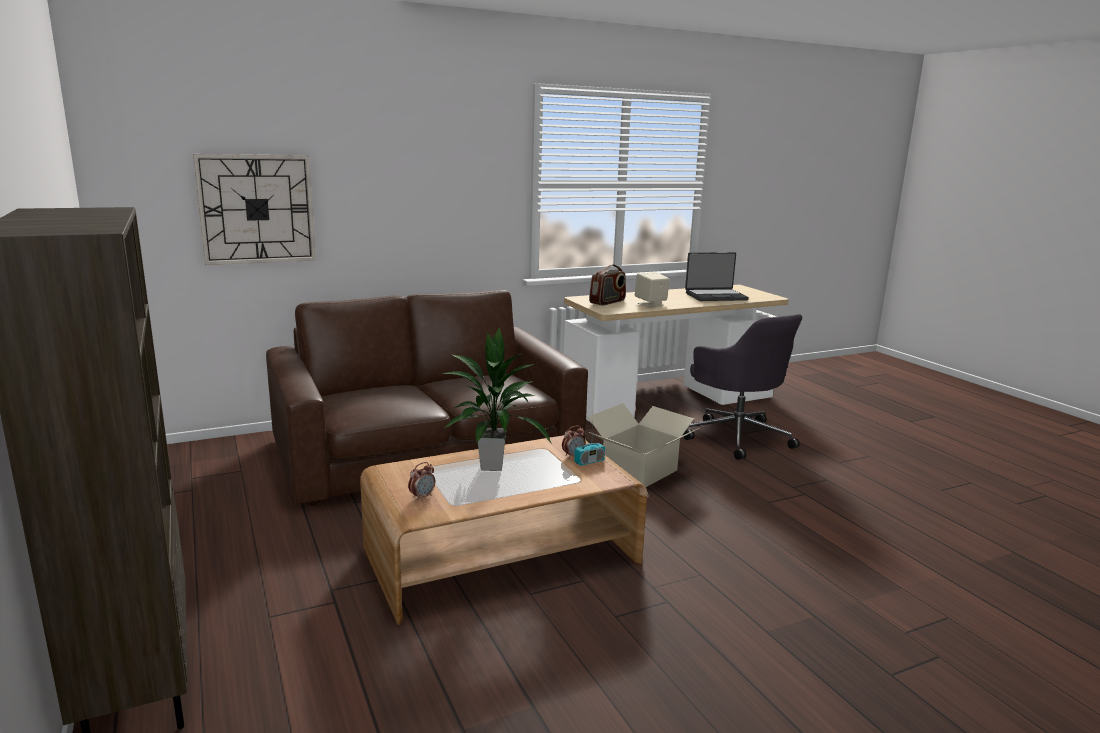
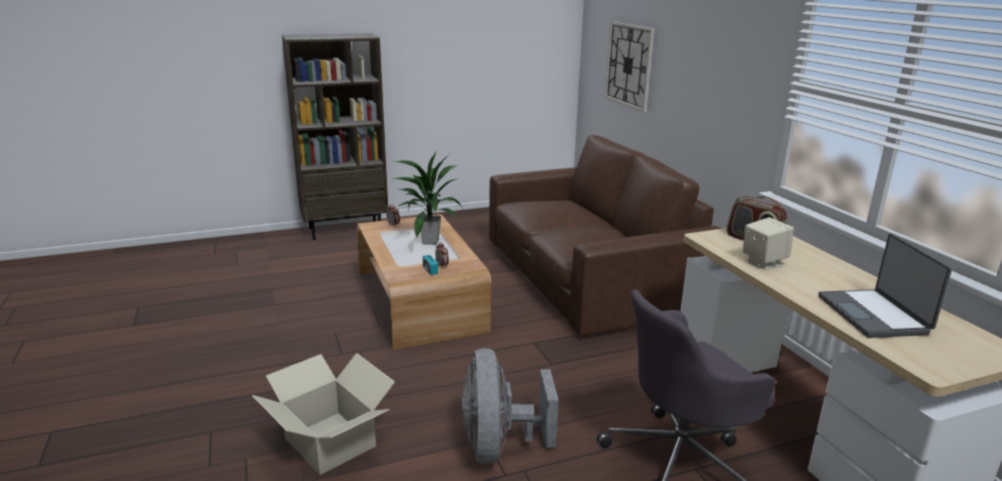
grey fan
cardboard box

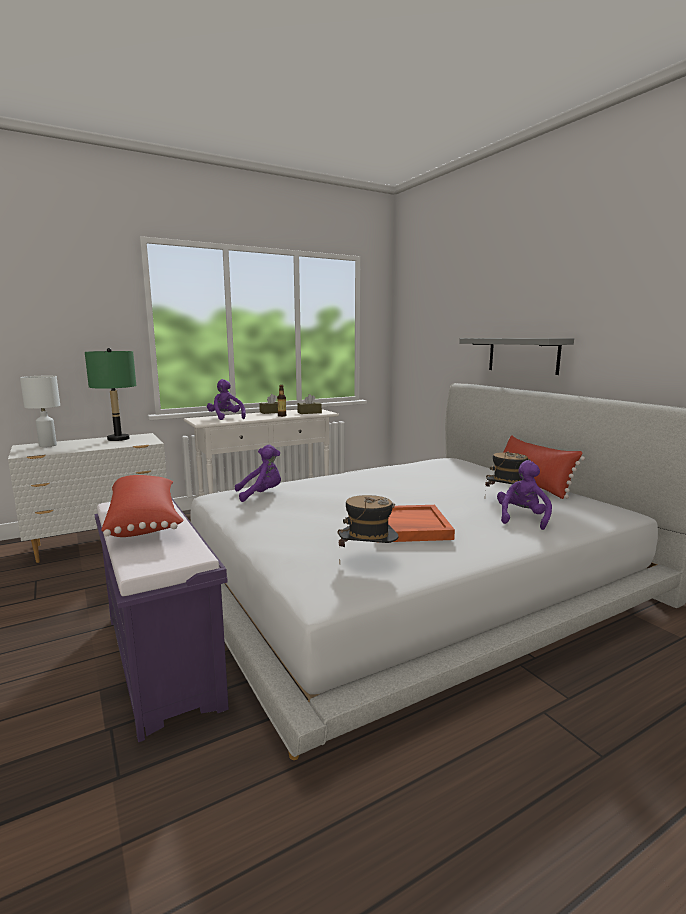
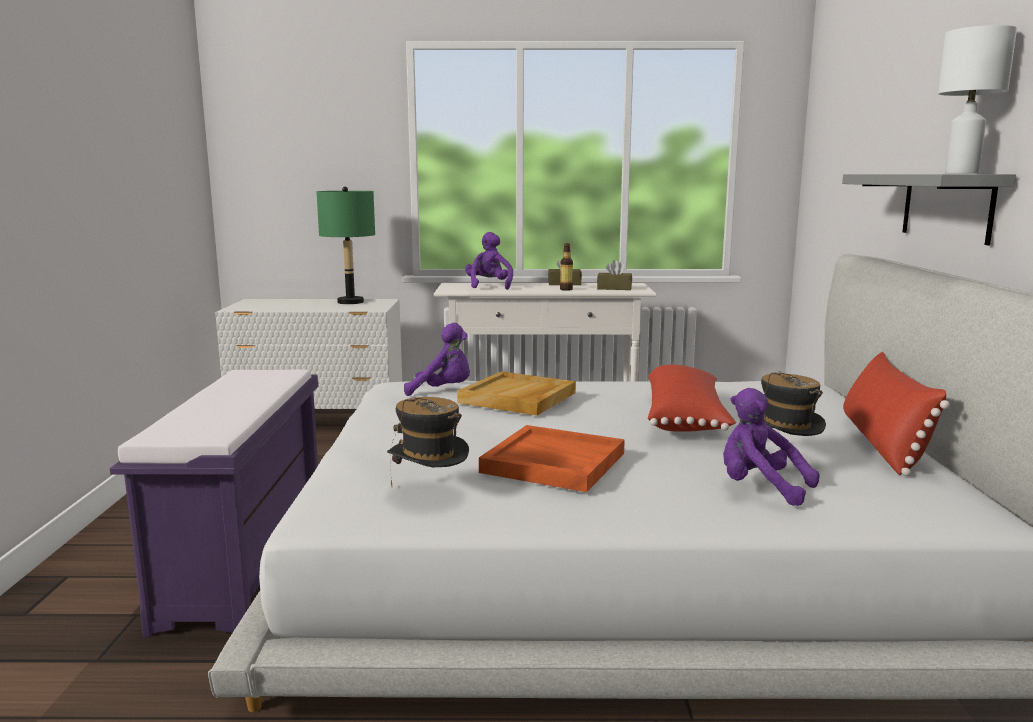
beige tray
white table lamp
red pillow (1st from left)
purple plush toy (3rd from left)

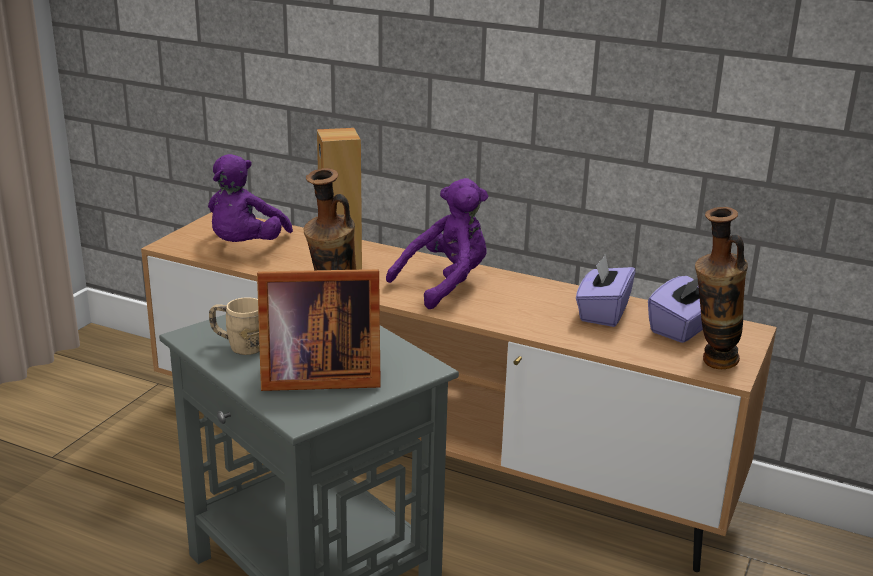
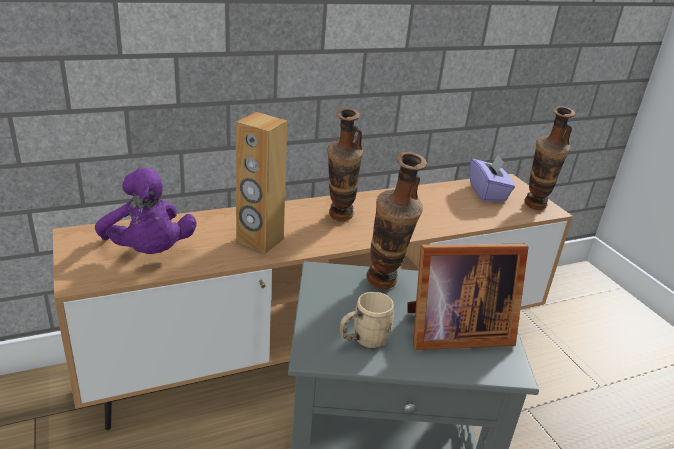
purple tissue box (1st from left in the first image)
vase (1st from left)
picture frame

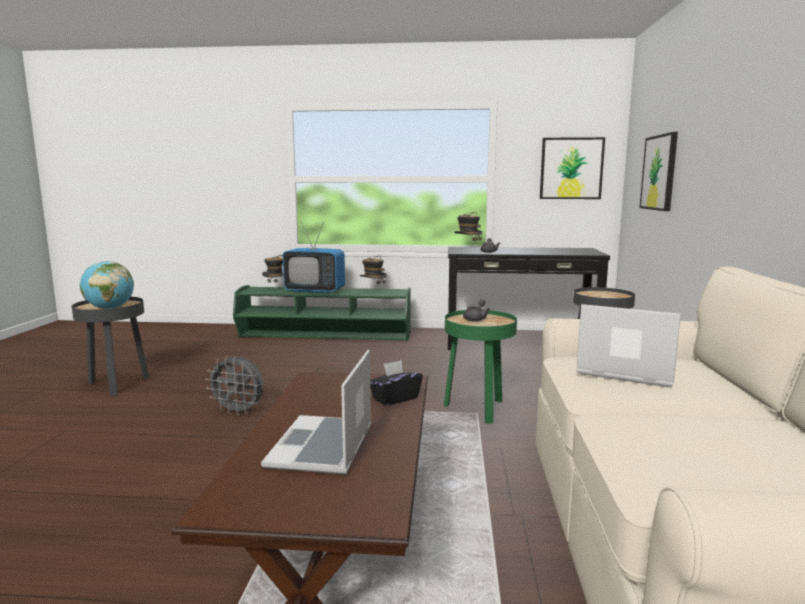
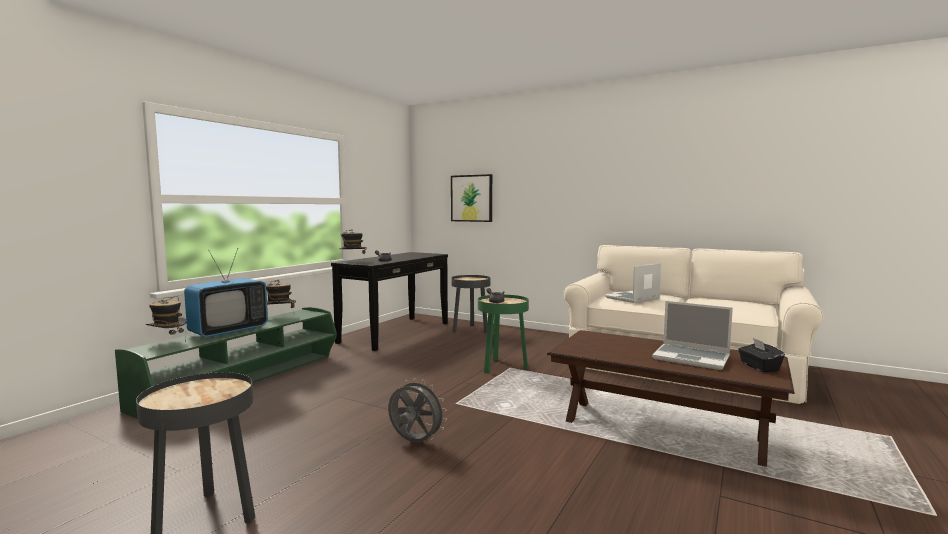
globe
picture (1st from left in the first image)
black tissue box
grey fan

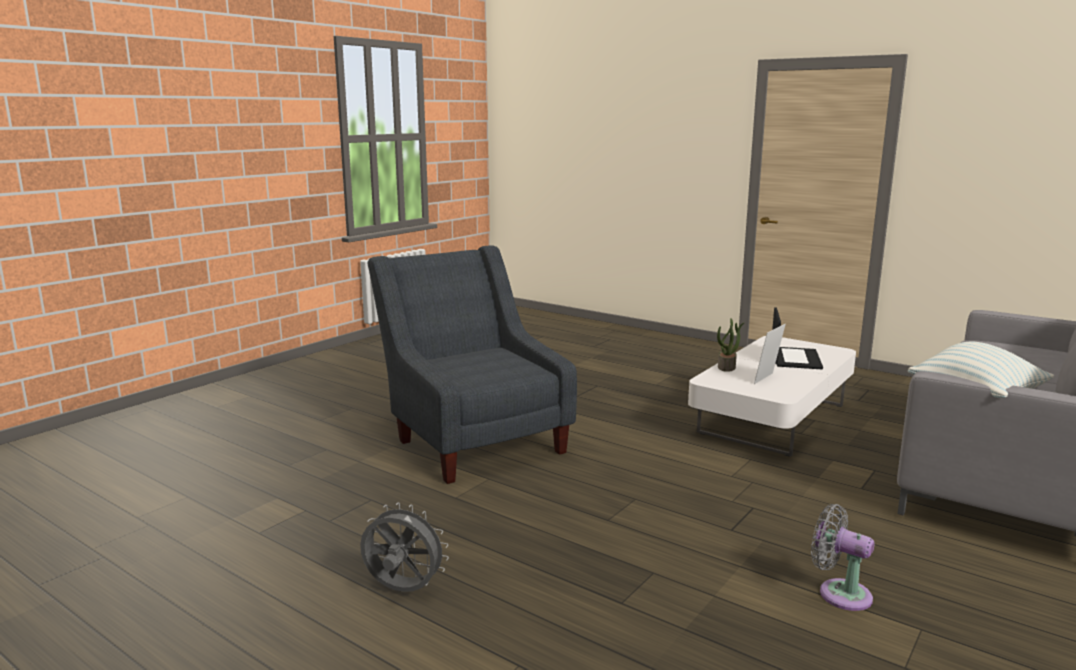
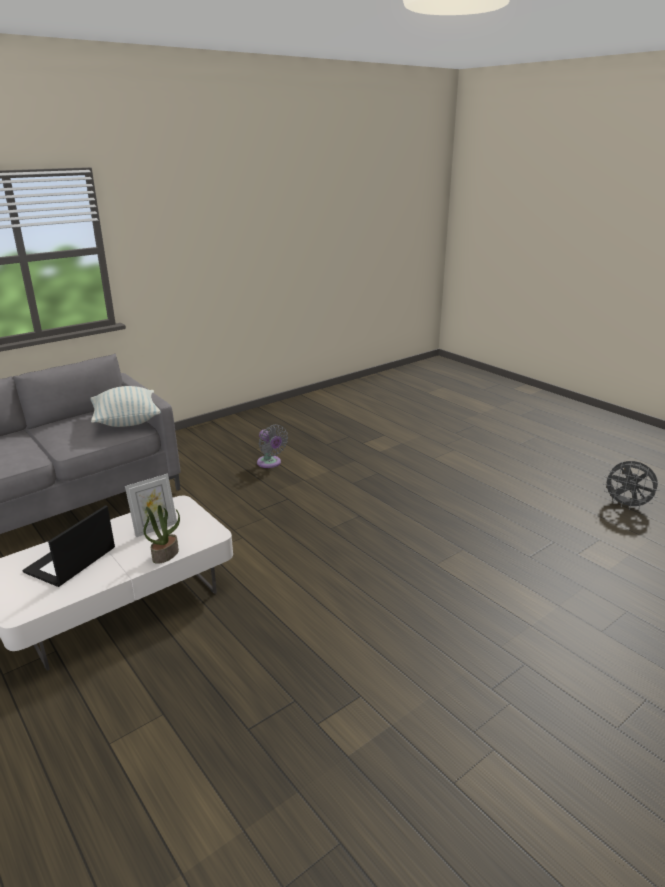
grey armchair
grey fan (2nd from left)

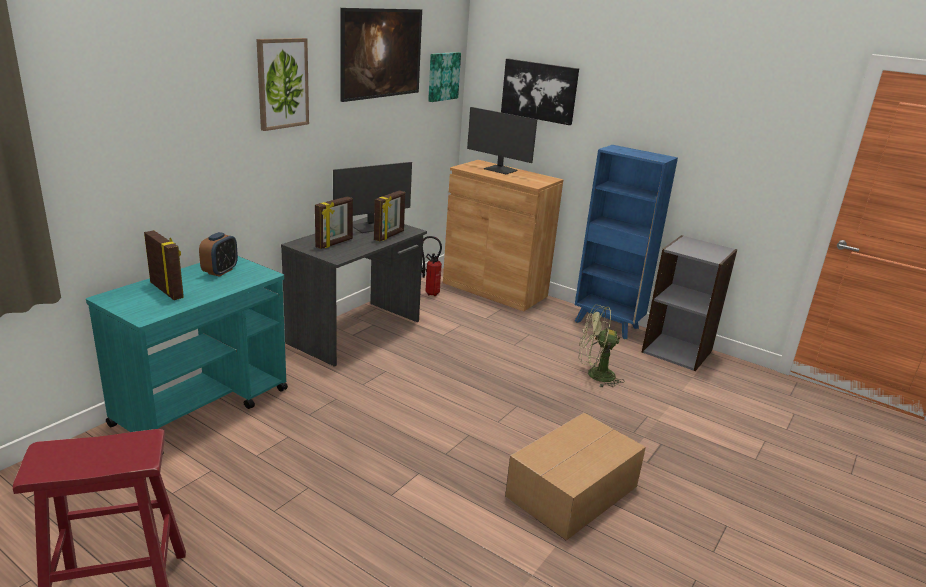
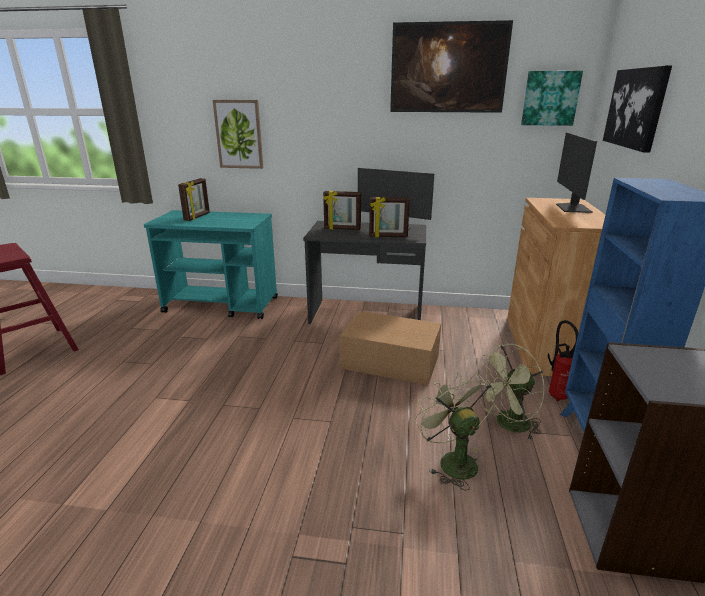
alarm clock
green fan (2nd from left)
picture (1st from left)
fire extinguisher
cardboard box

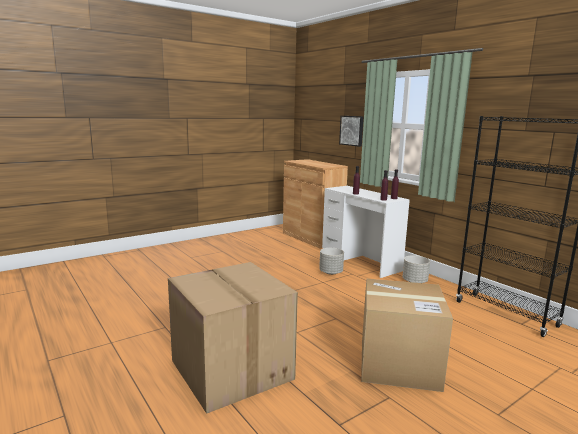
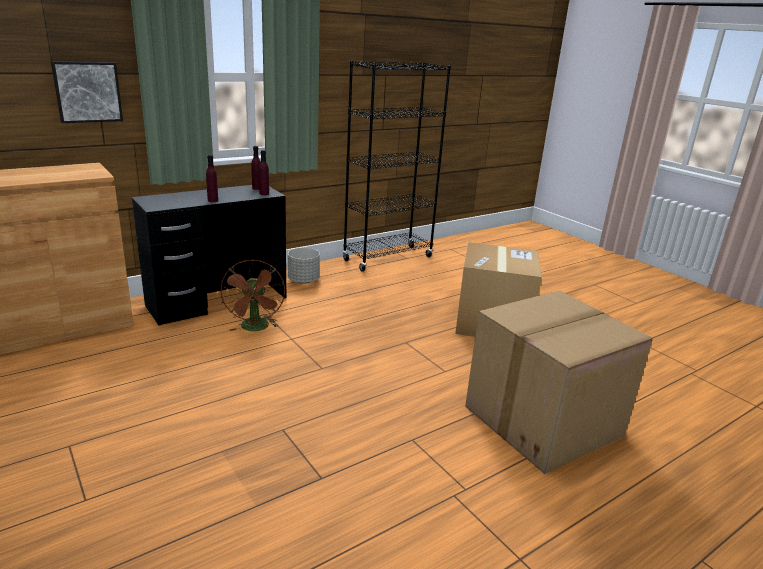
brown fan
black desk

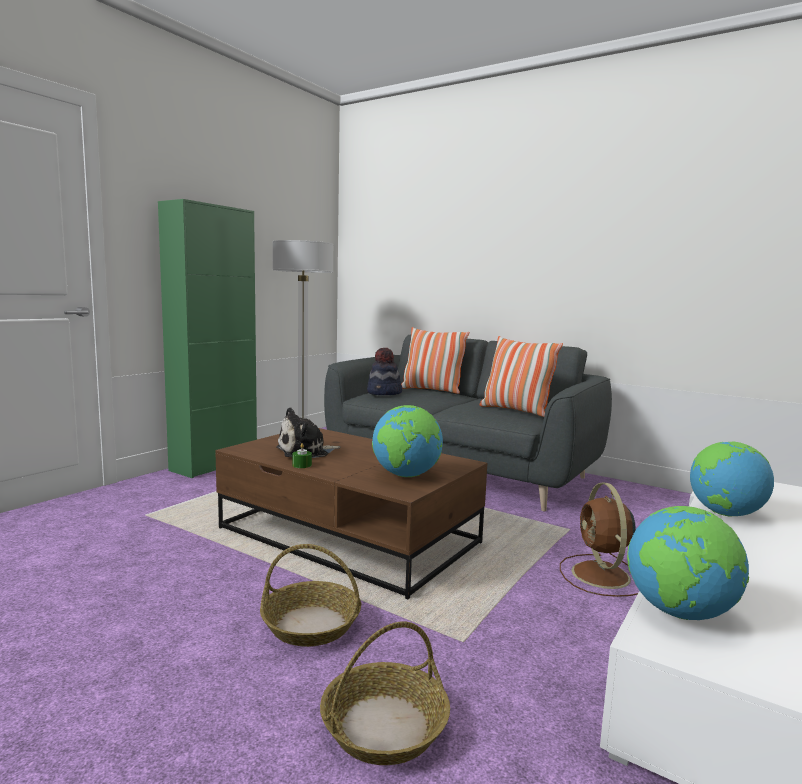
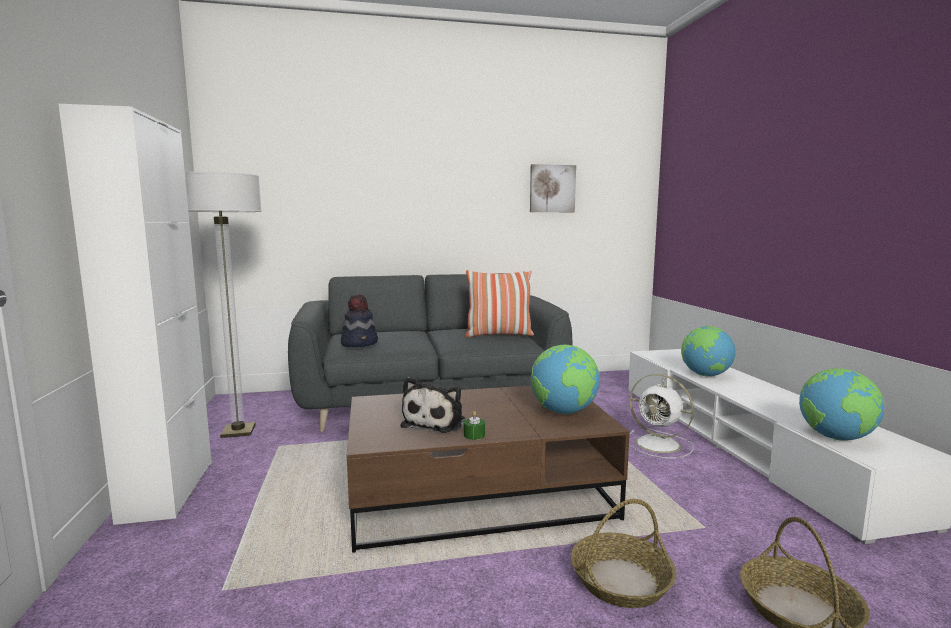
pillow (1st from left in the first image)
picture
white cabinet
white fan

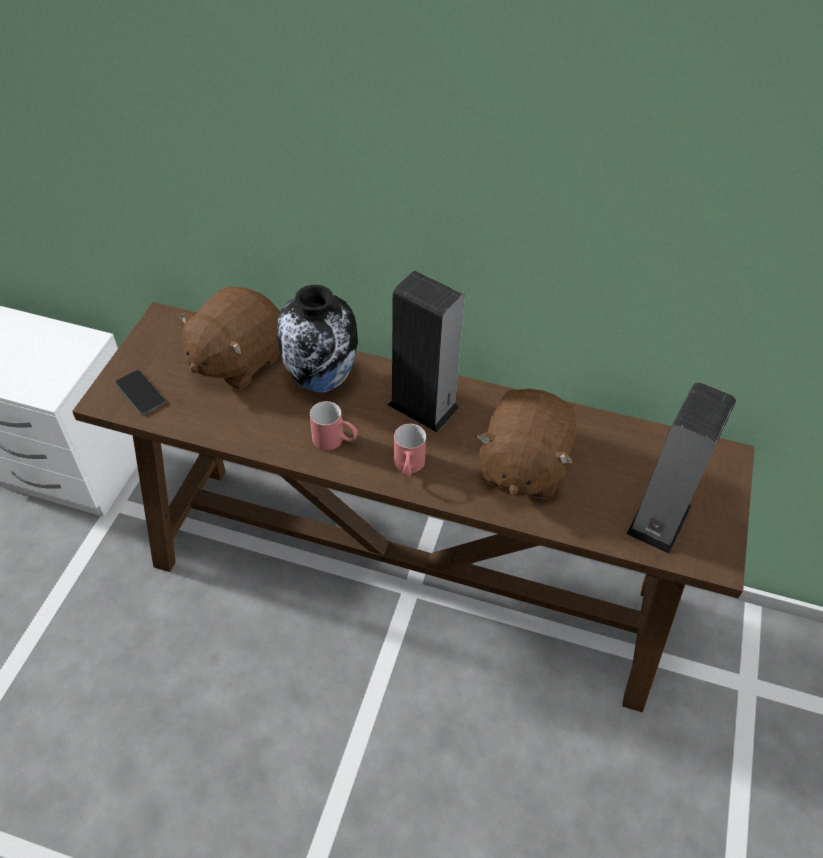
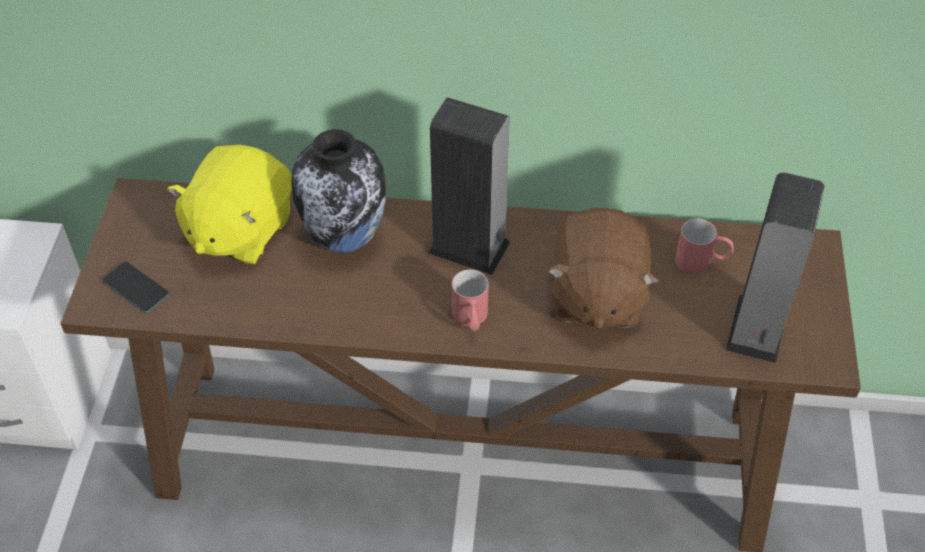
red mug (2nd from left)
yellow plush toy

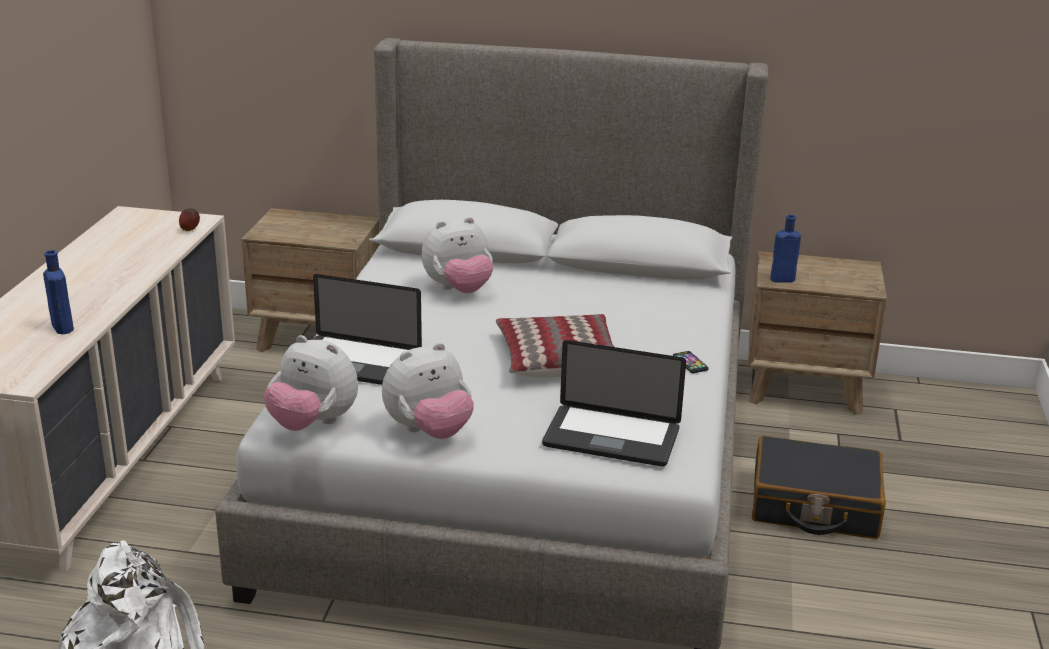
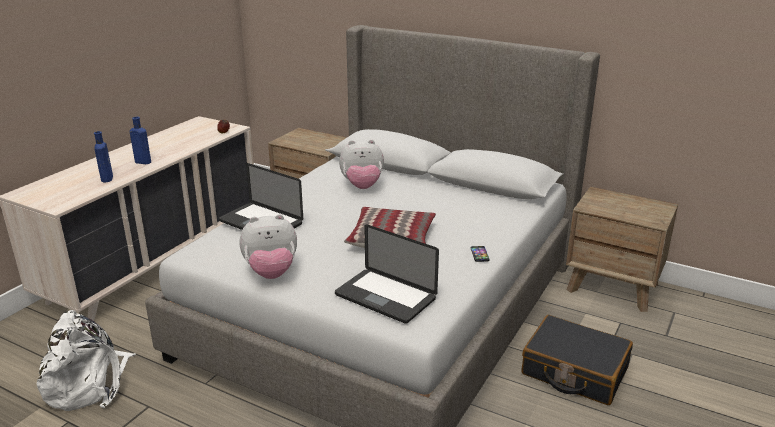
plush toy (1st from left in the first image)
blue bottle (2nd from left)

